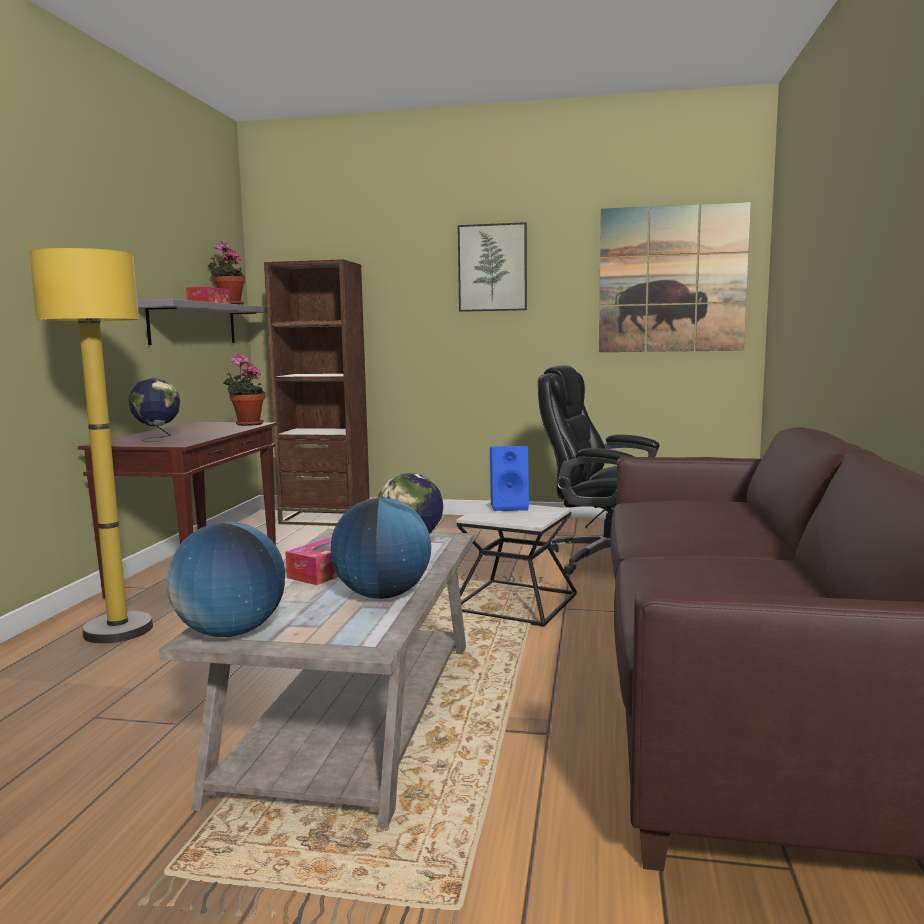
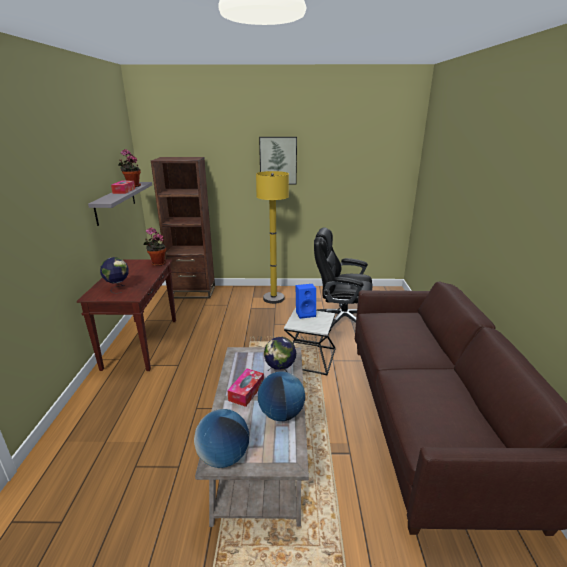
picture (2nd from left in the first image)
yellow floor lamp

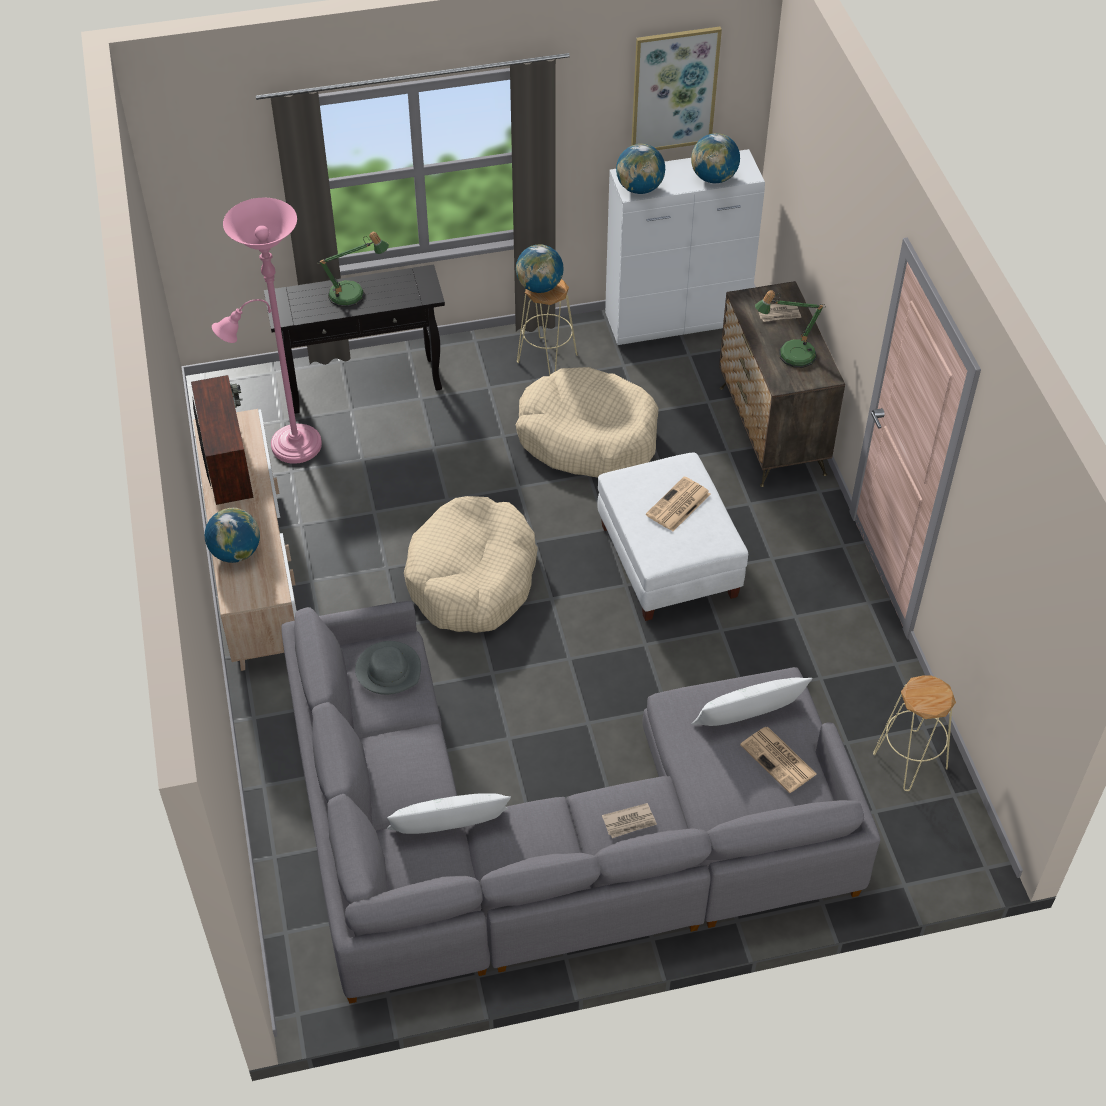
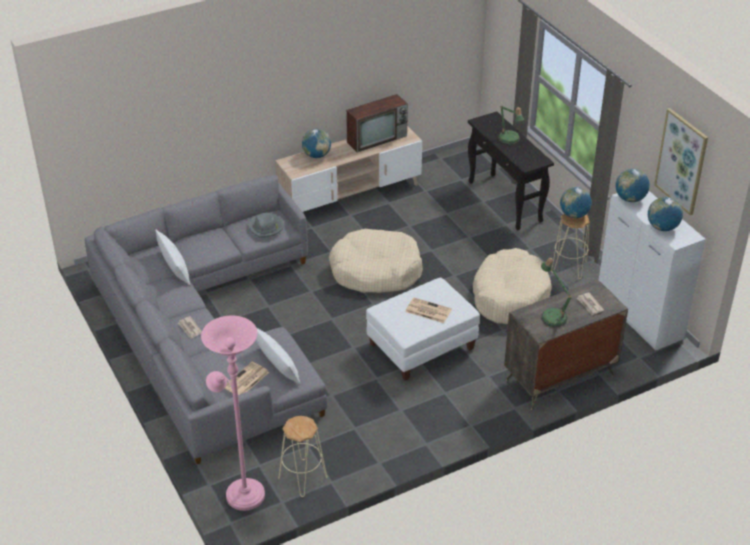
pink floor lamp

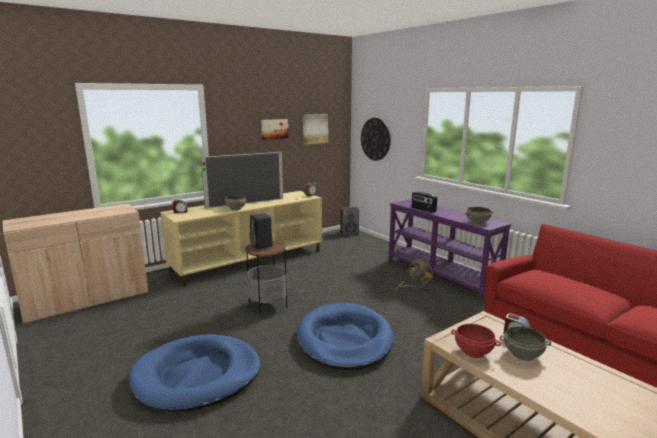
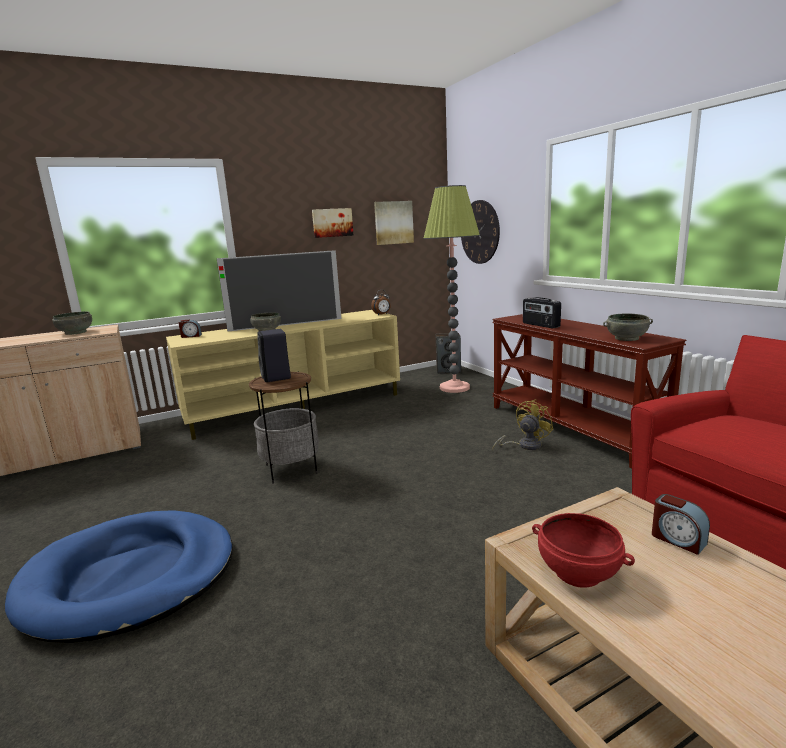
blue dog bed (2nd from left in the first image)
floor lamp
grey bowl (1st from left)
brown console table

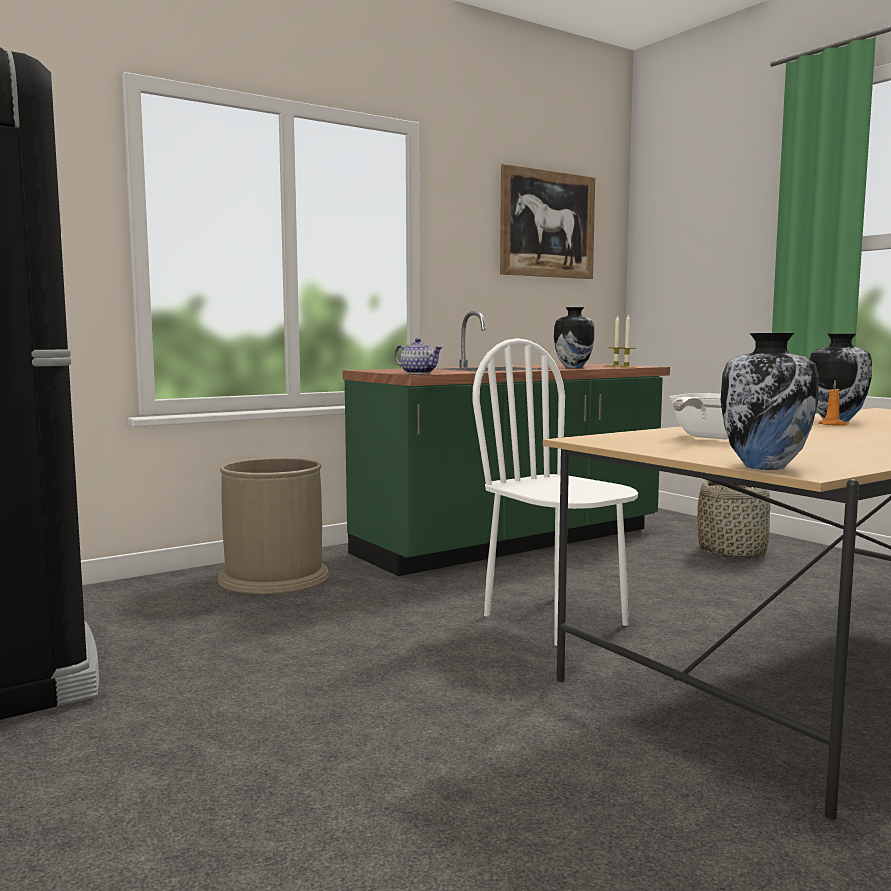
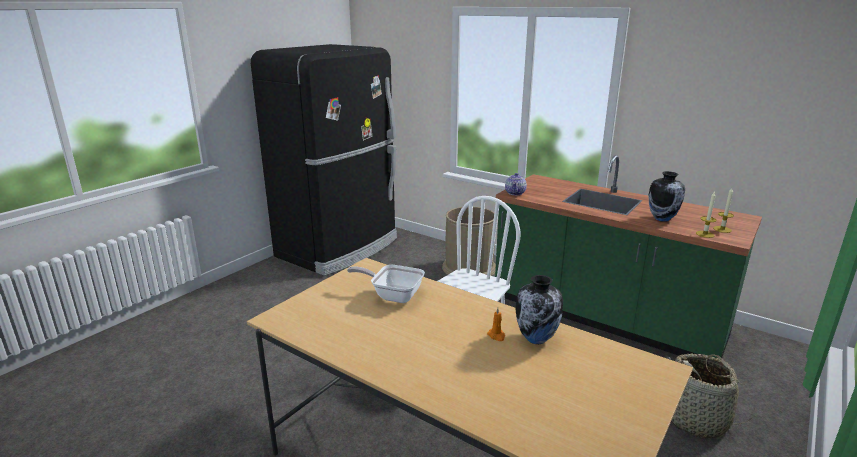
picture
vase (2nd from left in the first image)

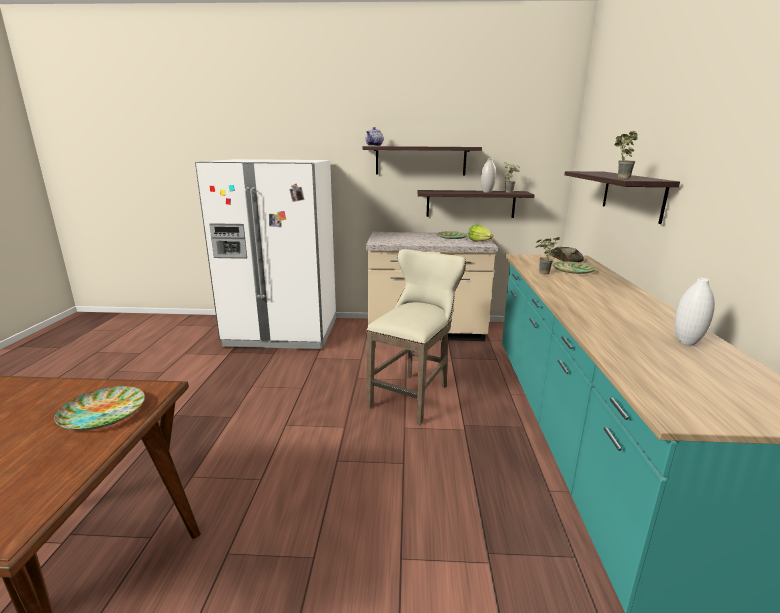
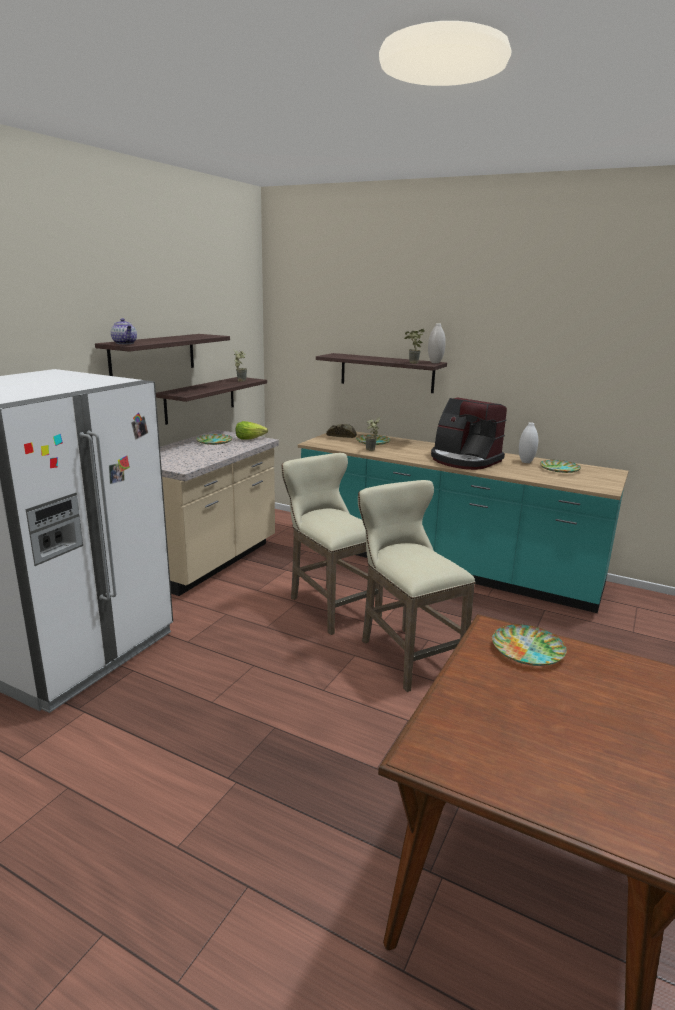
beige stool (2nd from left)
coffee machine
plate (4th from left)
white vase (1st from left)

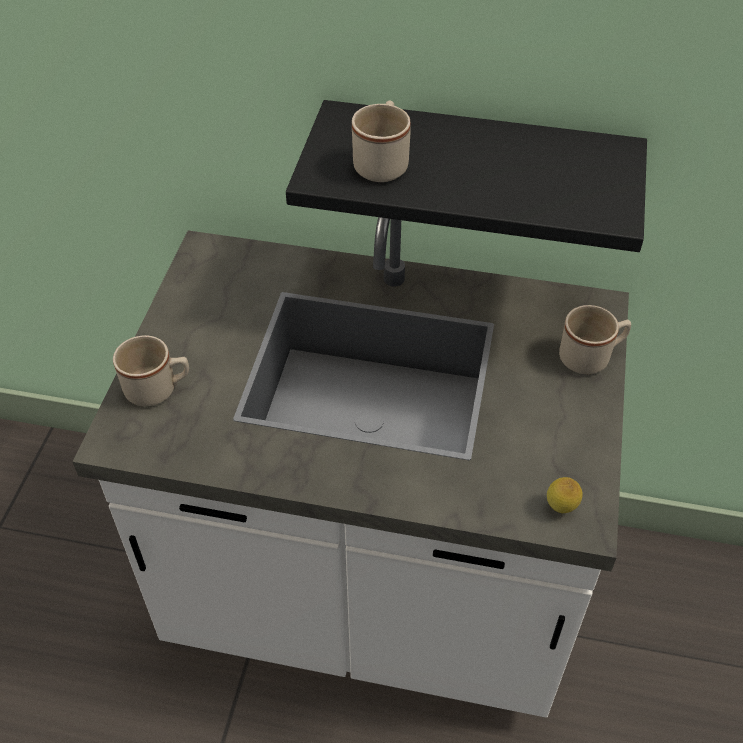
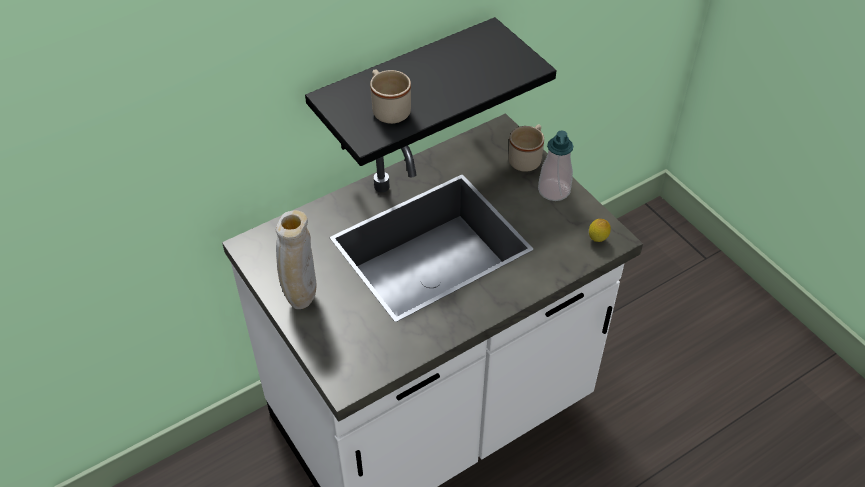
beige mug (1st from left in the first image)
beige vase
soap dispenser

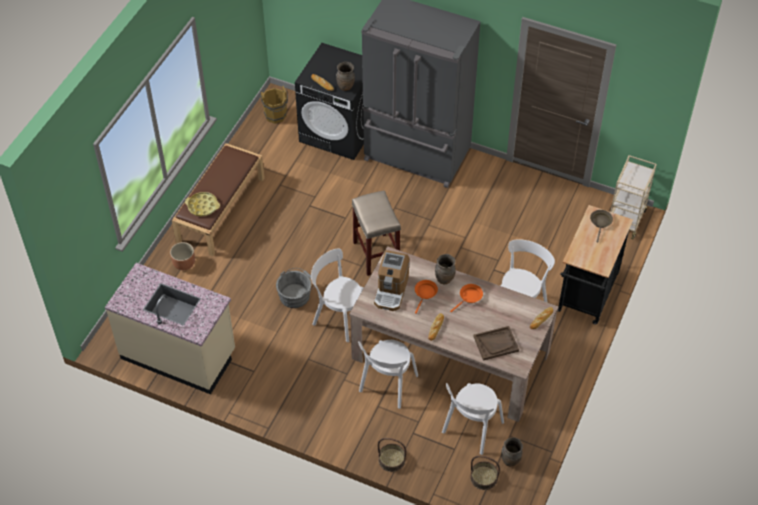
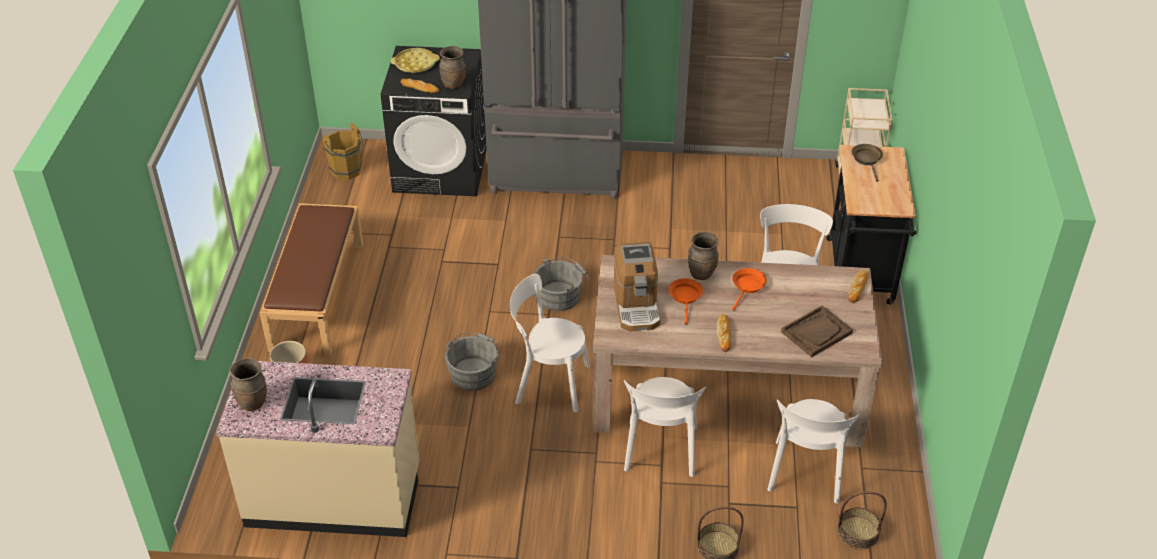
yellow tray
brown vase (1st from left)
grey bucket (2nd from left)

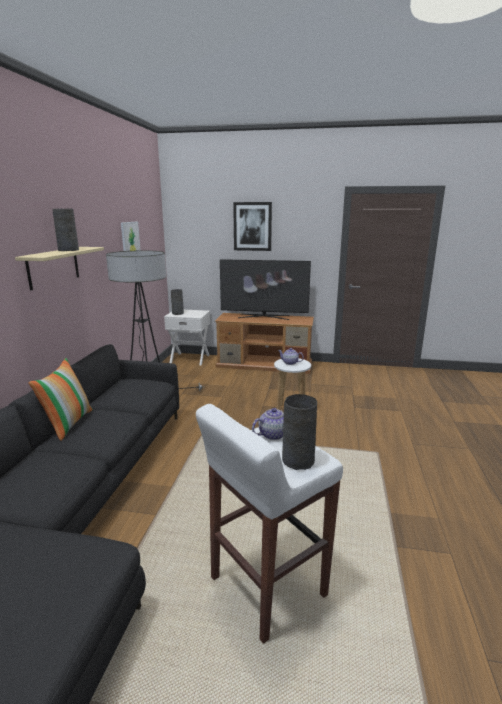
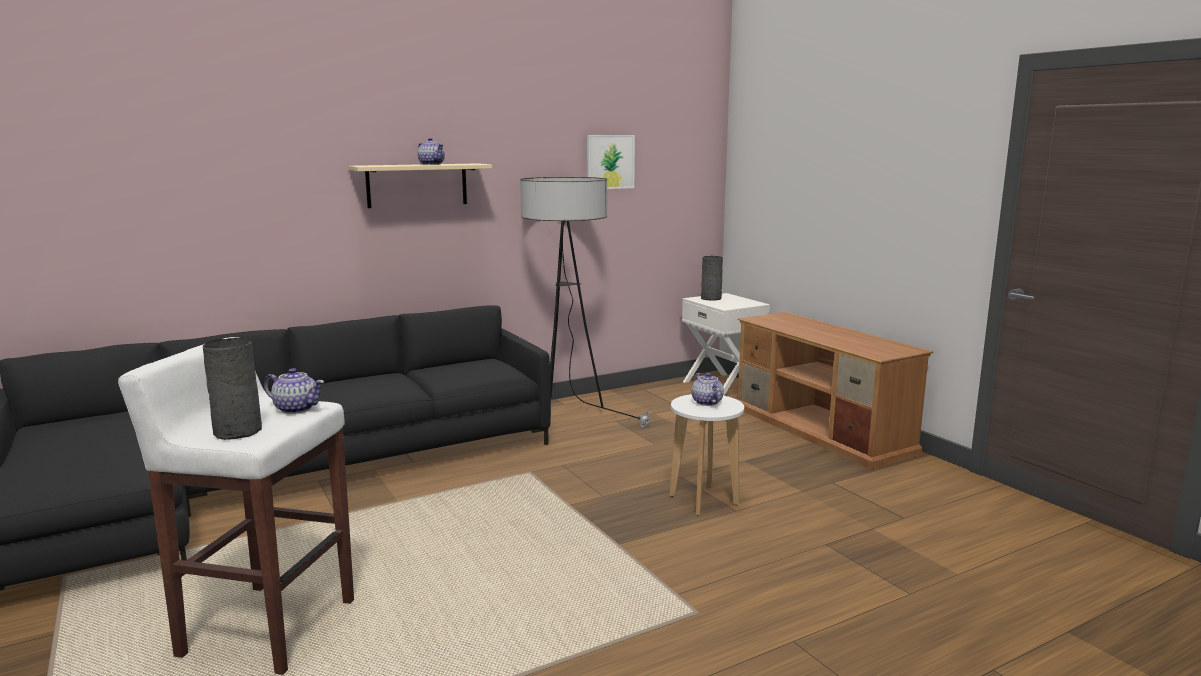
pillow
television
picture (2nd from left in the first image)
teapot (2nd from left)

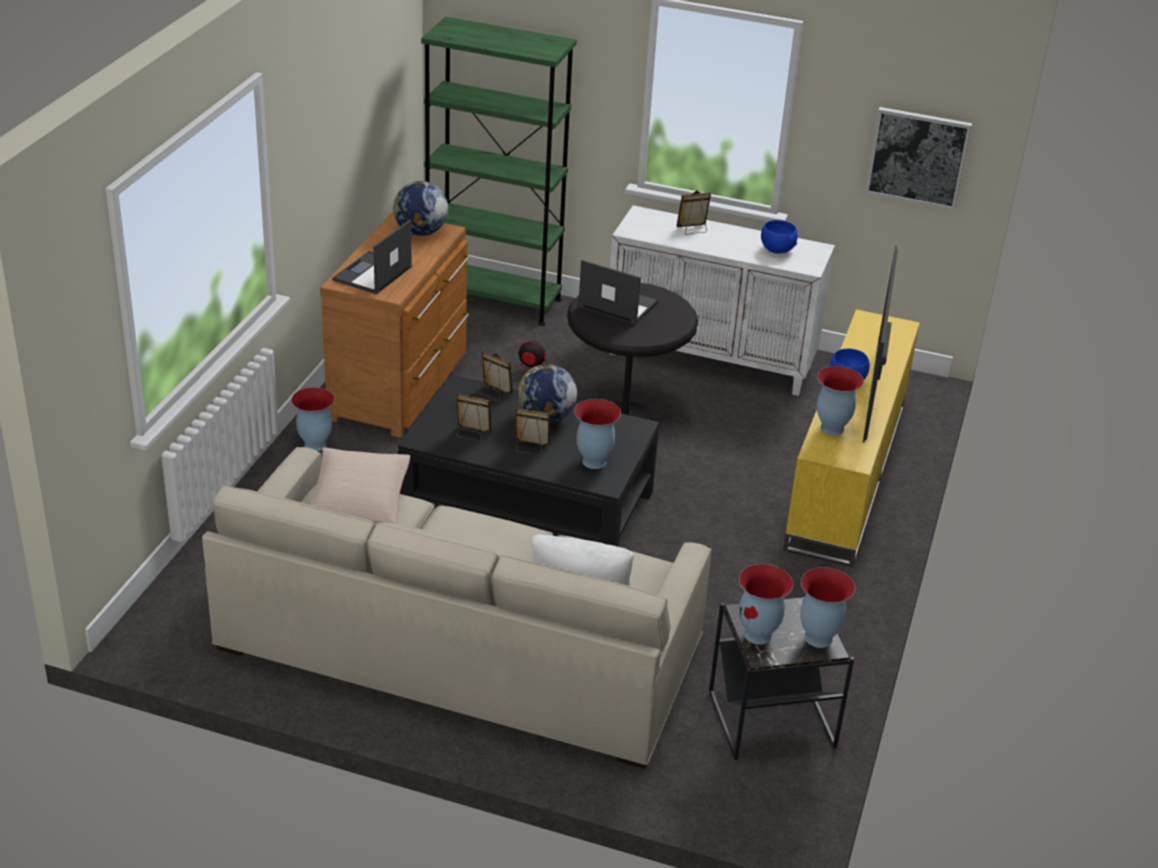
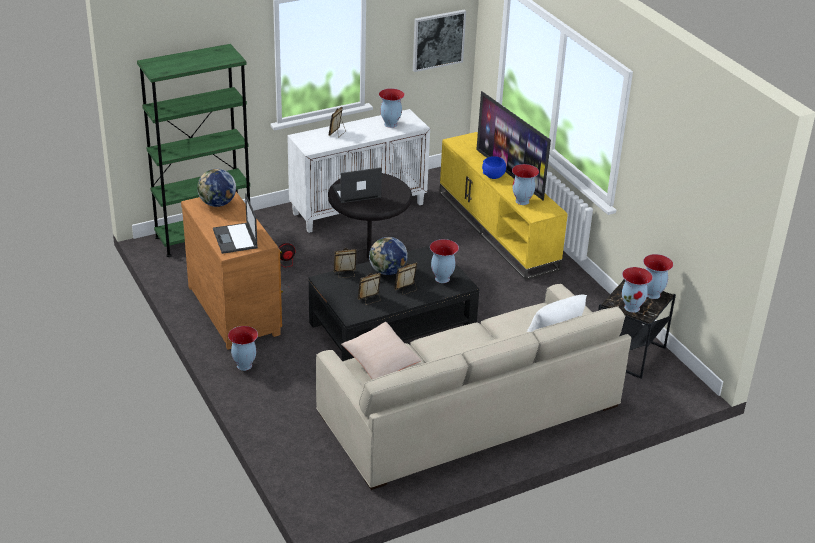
vase (2nd from left)

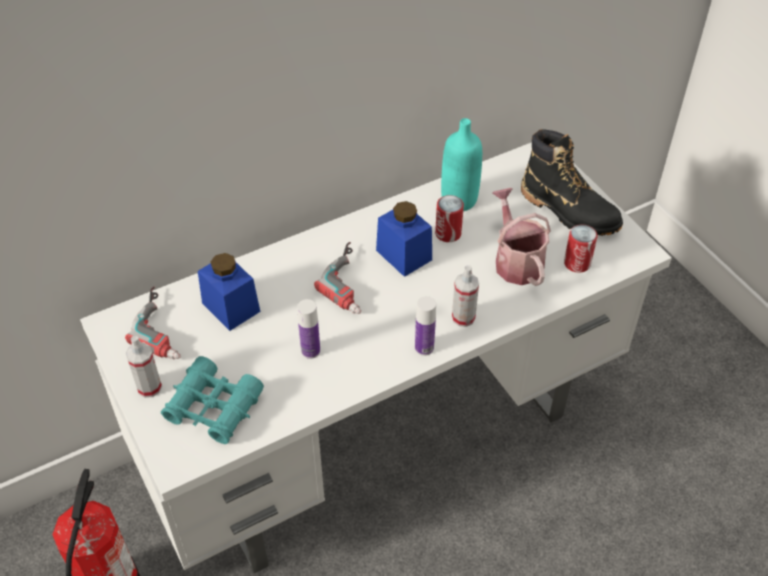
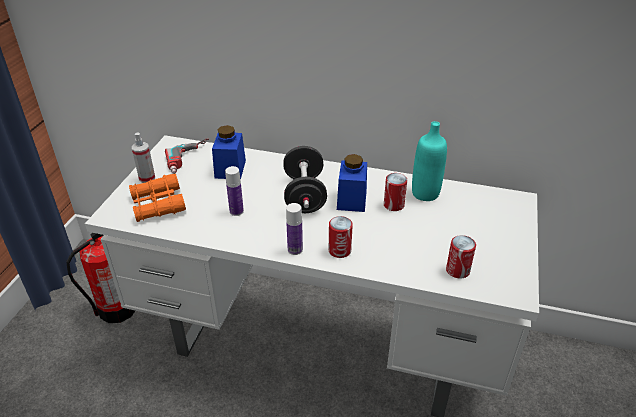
watering can
black boot
black dumbbell
can (1st from left)
orange binoculars

